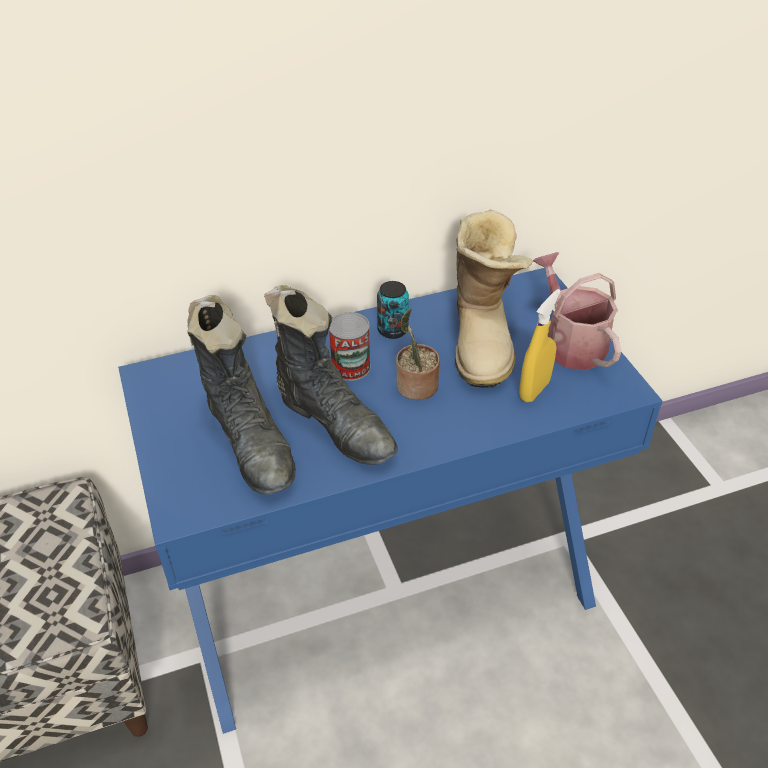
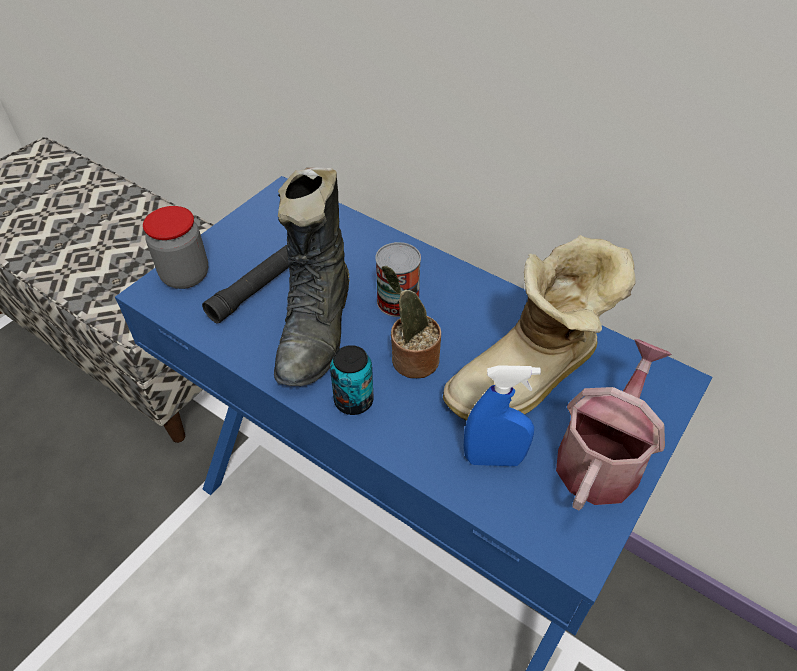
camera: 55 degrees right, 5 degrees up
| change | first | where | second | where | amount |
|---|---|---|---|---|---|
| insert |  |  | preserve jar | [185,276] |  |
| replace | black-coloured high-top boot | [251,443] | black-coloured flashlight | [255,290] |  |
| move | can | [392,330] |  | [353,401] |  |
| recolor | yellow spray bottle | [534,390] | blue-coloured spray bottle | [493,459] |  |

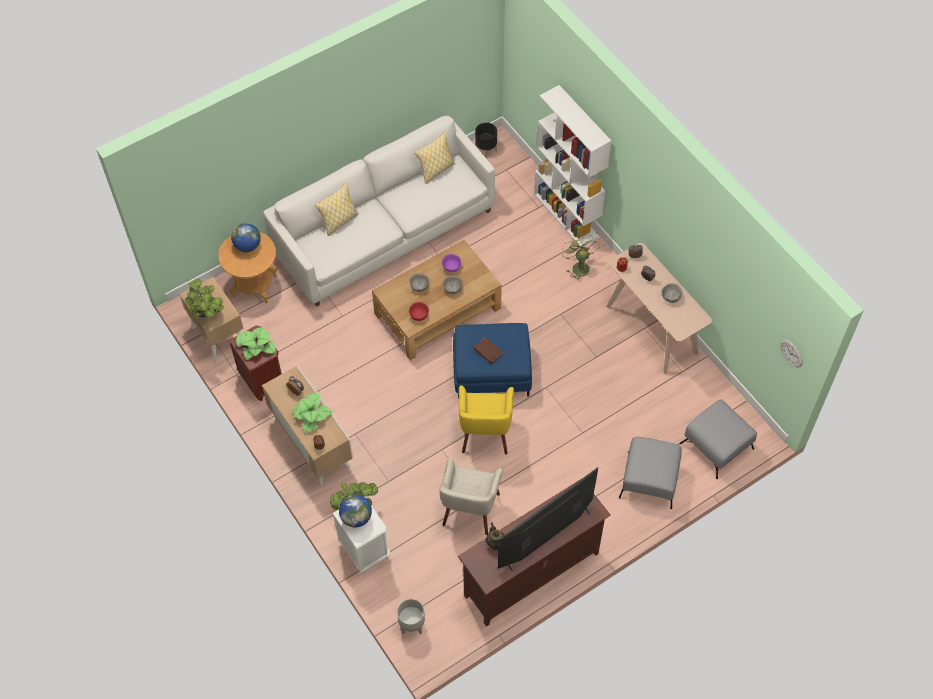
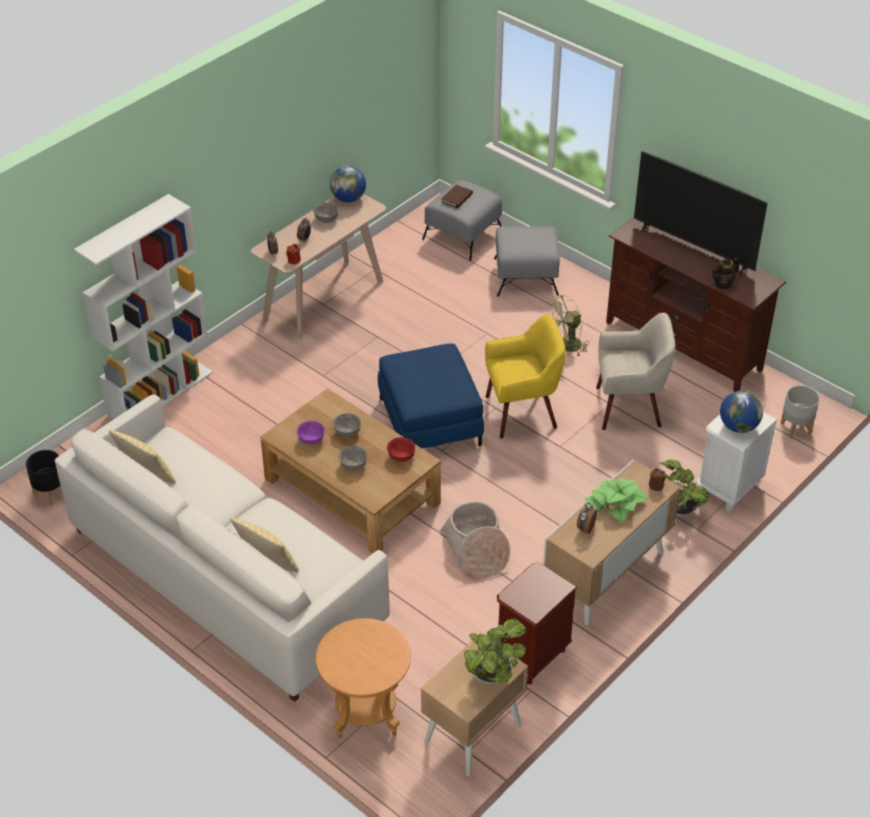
camera: 105 degrees left, 15 degrees down
| change | first | where | second | where | amount |
|---|---|---|---|---|---|
| move | desk globe | [248,246] |  | [348,198] |  |
| insert |  |  | household basket | [476,549] |  |
| move | brownish bound book | [488,351] |  | [457,198] |  |
| move | greenish electric fan | [578,266] |  | [566,347] |  |
| delete | potted plant | [256,345] |  |  |  |
| delete | hanging clock | [791,353] |  |  |  |

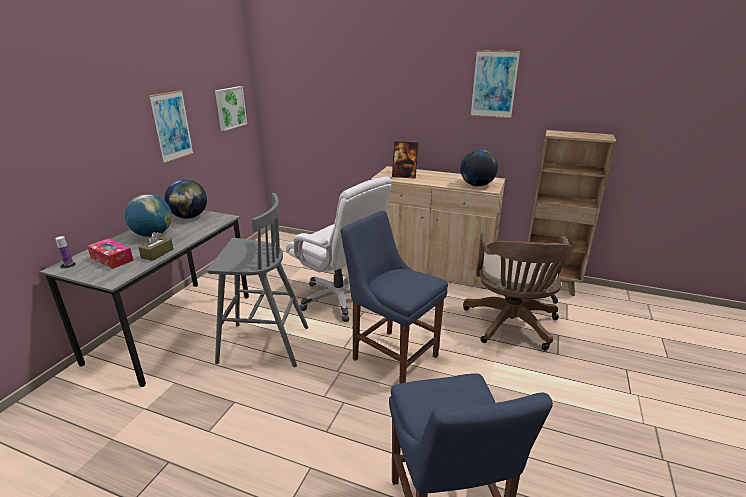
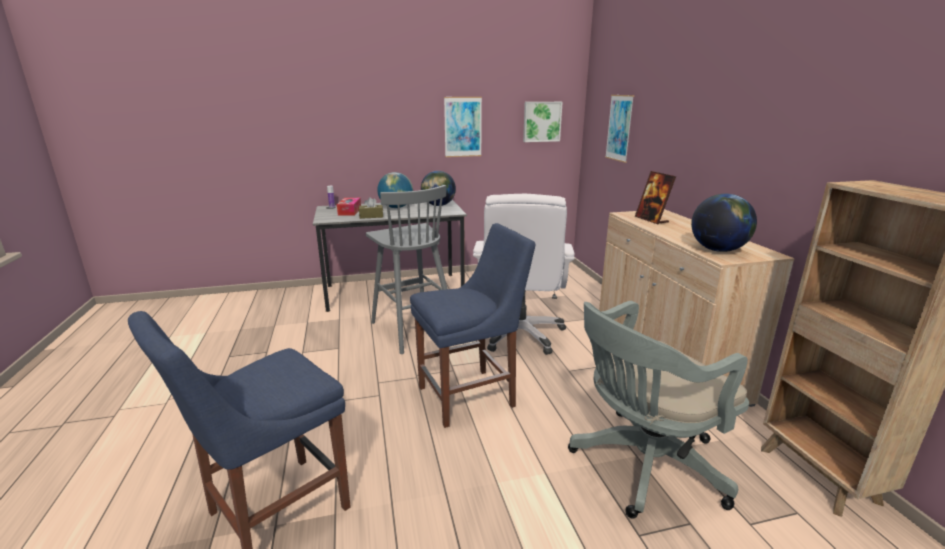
camera: 55 degrees right, 5 degrees down
| change | first | where | second | where | amount |
|---|---|---|---|---|---|
| rotate | blue-coloured upright chair | [392,355] |  | [471,395] | 60 degrees clockwise |
| recolor | brownish desk chair | [511,326] | gray desk chair | [642,466] |  |
| move | wall picture | [494,84] |  | [619,128] |  |

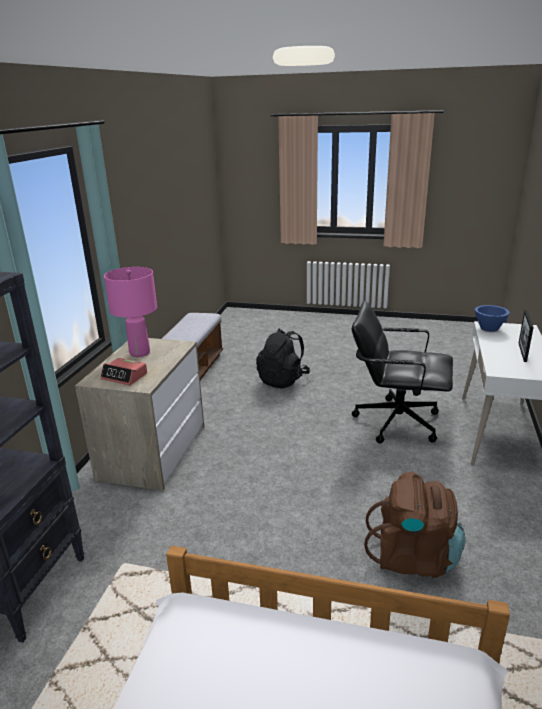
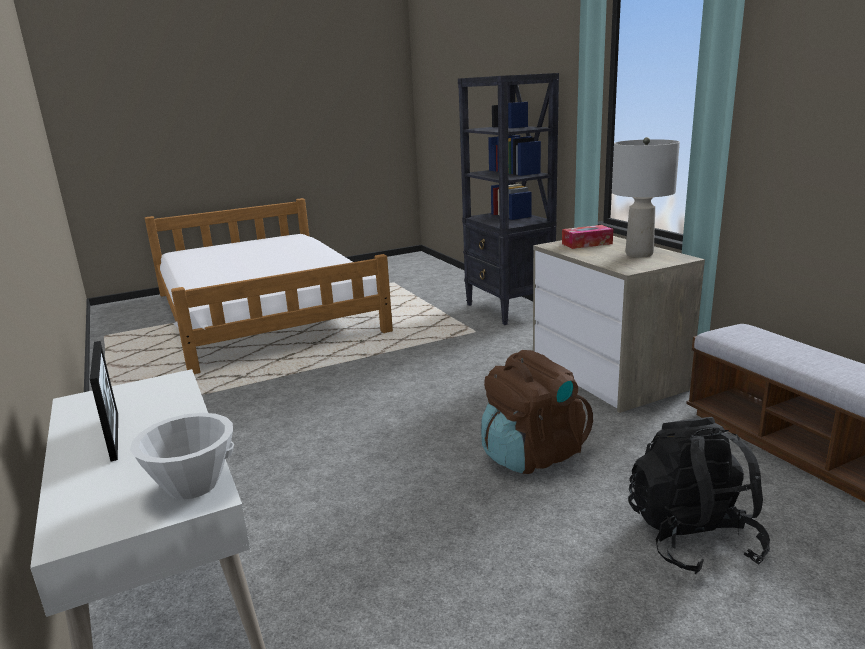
camera: 140 degrees right, 5 degrees down
| change | first | where | second | where | amount |
|---|---|---|---|---|---|
| recolor | blue-coloured serving bowl | [489,328] | white serving bowl | [193,484] |  |
| move | brownish backpack | [413,557] |  | [531,454] |  |
| replace | bedside clock | [124,376] | tissue box | [587,244] |  |
| recolor | pink-coloured lamp for a table | [139,353] | gray lamp for a table | [639,254] |  |
| delete | black-coloured desk chair | [396,421] |  |  |  |

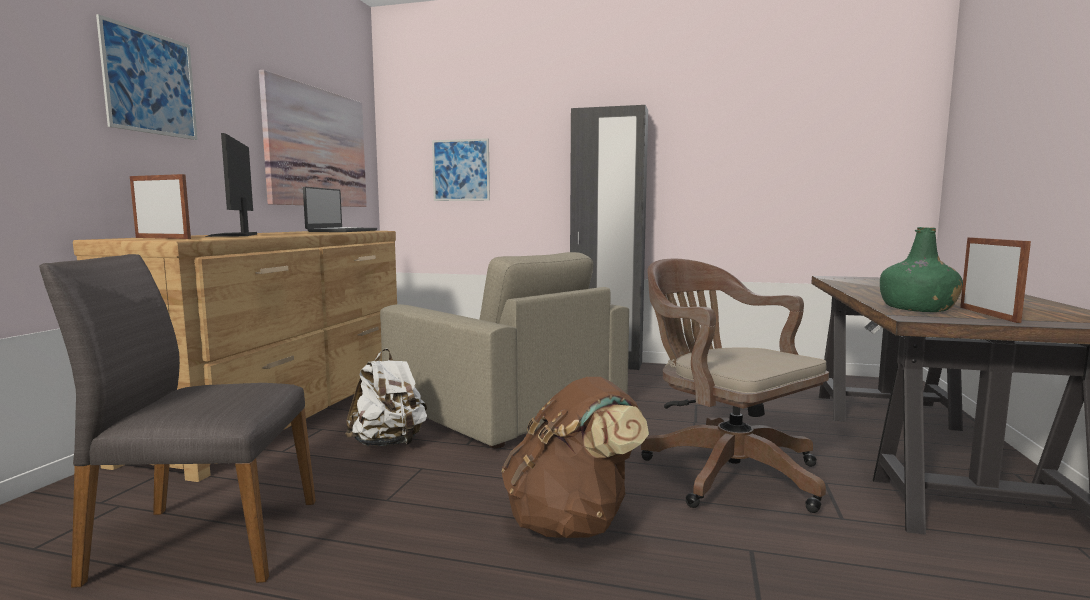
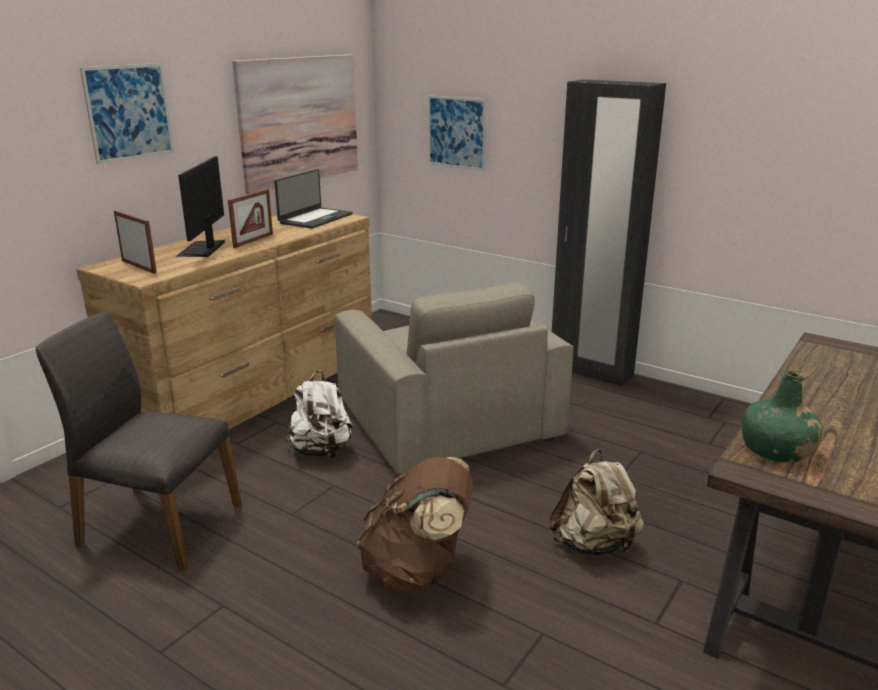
camera: 20 degrees right, 15 degrees up
| change | first | where | second | where | amount |
|---|---|---|---|---|---|
| move | picture frame | [988,314] |  | [253,241] |  |
| replace | brownish desk chair | [724,470] | beige-coloured backpack | [594,544] |  |

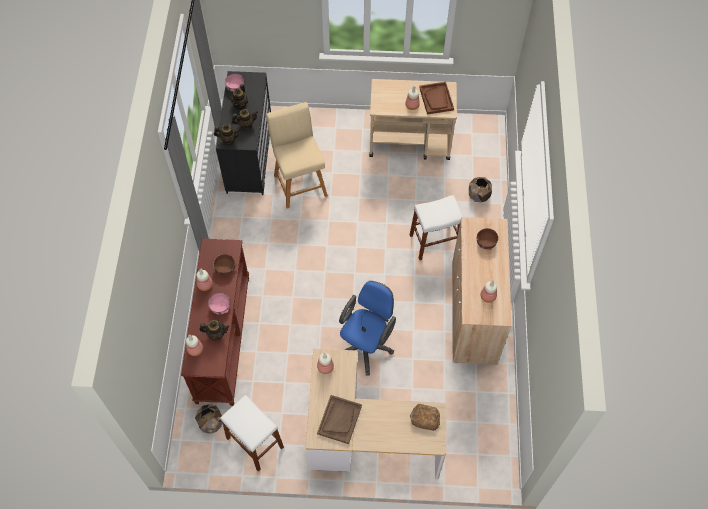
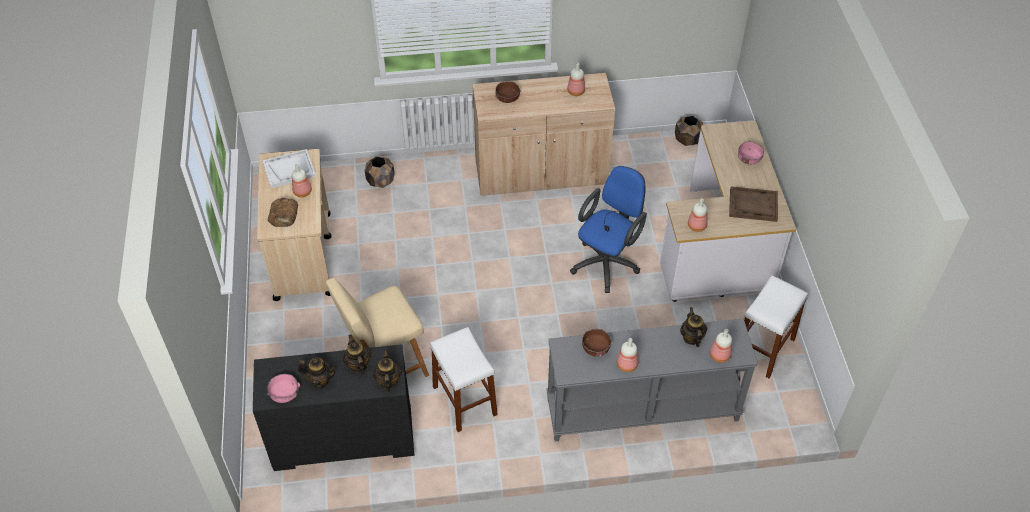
camera: 100 degrees left, 10 degrees down
| change | first | where | second | where | amount |
|---|---|---|---|---|---|
| recolor | brownish serving tray | [436,99] | white serving tray | [289,169] |  |
| move | baked bread | [424,418] |  | [284,215] |  |
| move | white stool seat | [434,242] |  | [464,400] |  |
| recolor | brownish console table | [222,338] | gray console table | [642,411] |  |
| rotate | blue-coloured desk chair | [366,344] |  | [607,262] | 105 degrees clockwise |
| move | brownish plant pot | [211,423] |  | [687,140] |  |
| move | pink-coloured serving bowl | [220,306] |  | [749,158] |  |

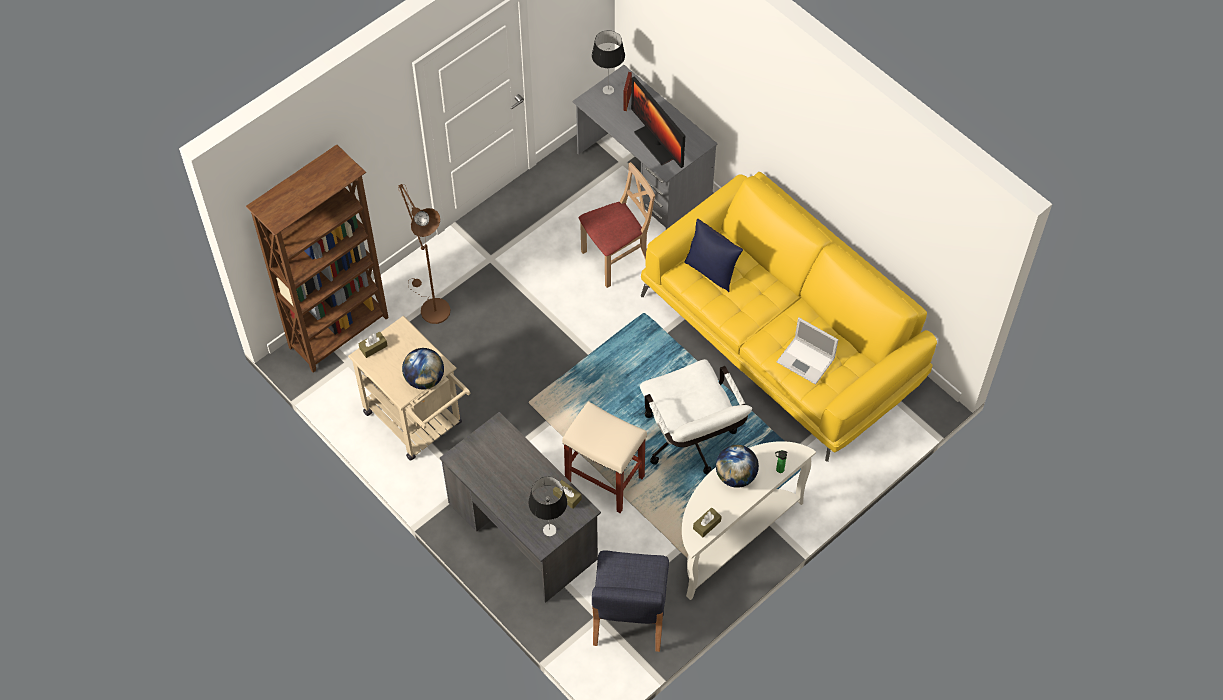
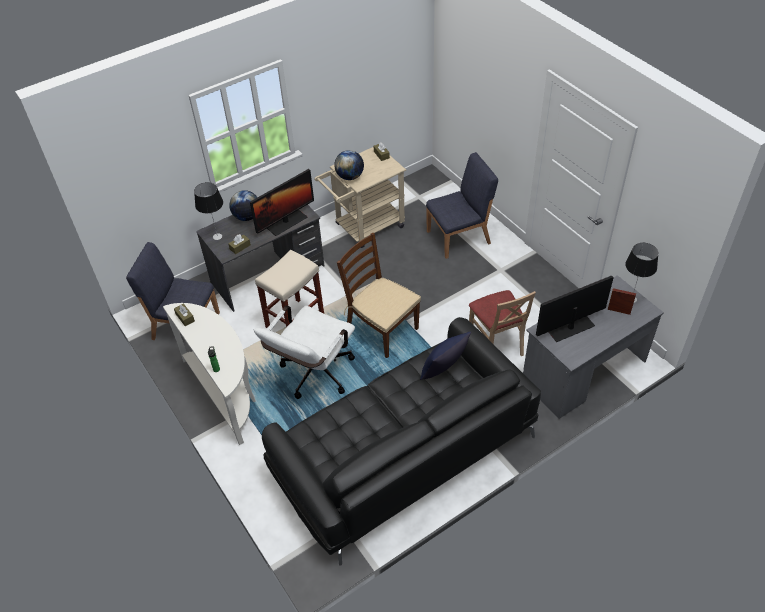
camera: 100 degrees right, 10 degrees down
| change | first | where | second | where | amount |
|---|---|---|---|---|---|
| move | desk globe | [736,476] |  | [247,217] |  |
| insert |  |  | computer display | [286,222] |  |
| rotate | white desk chair | [691,443] |  | [313,376] | 45 degrees counterclockwise |
| recolor | yellow sofa | [782,338] | black-coloured sofa | [402,453] |  |
| insert |  |  | brownish upright chair | [381,330] |  |
| replace | brownish standard lamp | [431,307] | blue-coloured upright chair | [459,237] |  |
| delete | brownish bookcase | [340,332] |  |  |  |
| delete | notebook computer | [806,361] |  |  |  |

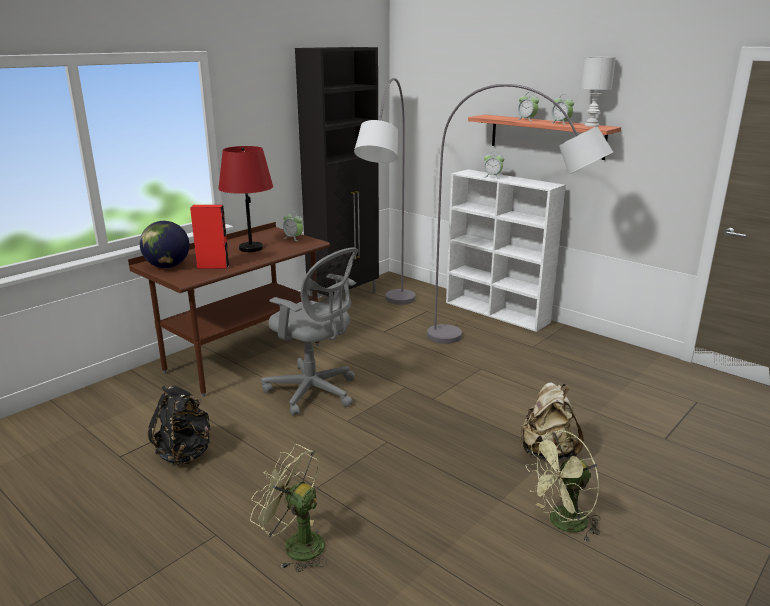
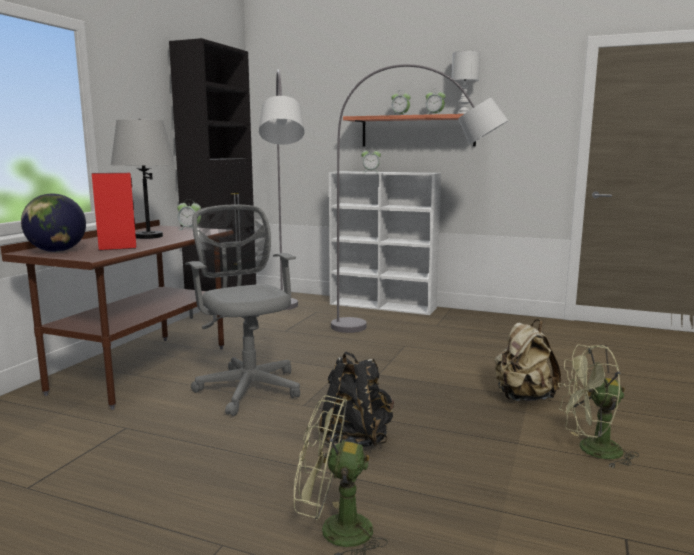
camera: 20 degrees left, 10 degrees down
| change | first | where | second | where | amount |
|---|---|---|---|---|---|
| recolor | red-coloured lamp for a table | [250,248] | gray lamp for a table | [148,236] |  |
| rotate | gray desk chair | [314,392] |  | [248,387] | 135 degrees counterclockwise |
| move | black-coloured backpack | [185,453] |  | [356,438] |  |
| rotate | greenish electric fan | [562,524] |  | [591,450] | 45 degrees clockwise |

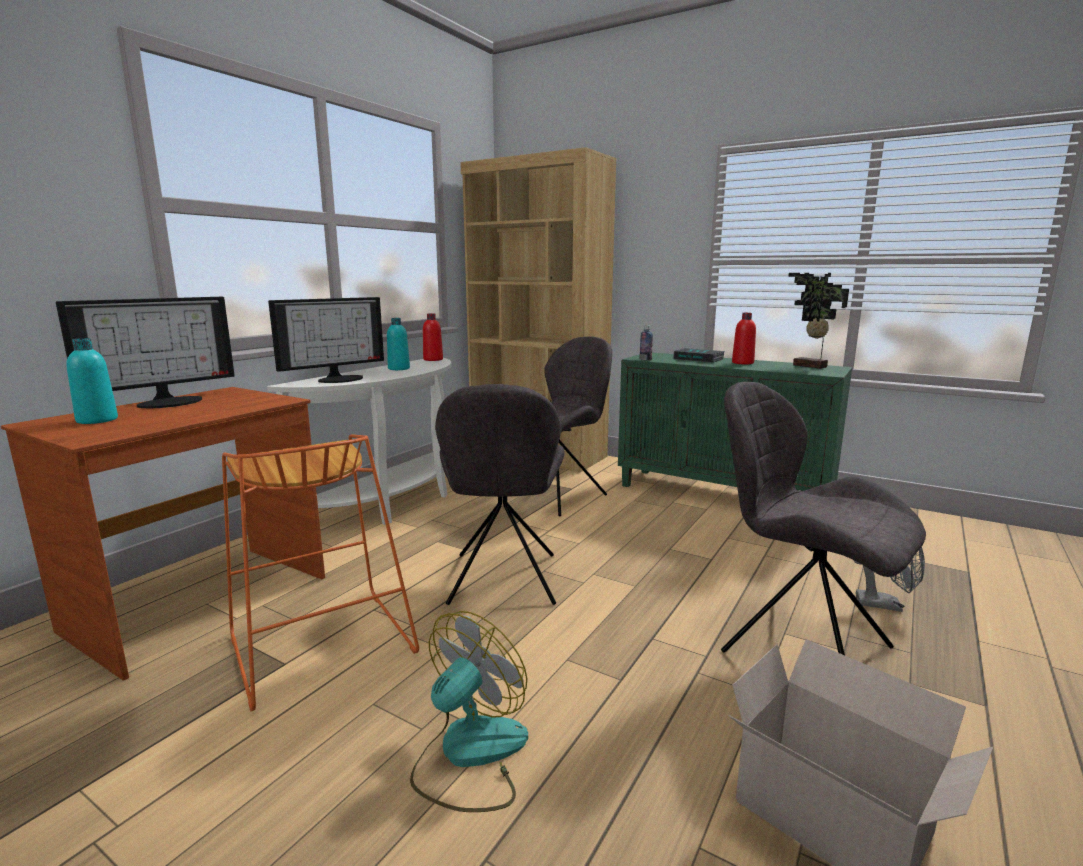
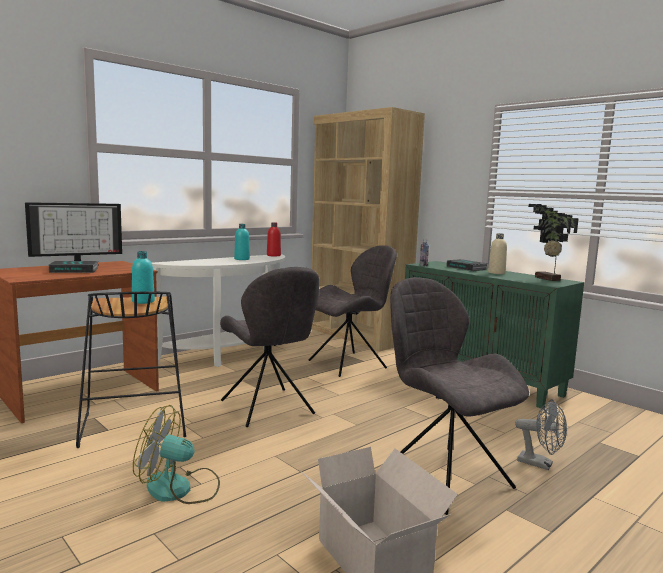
camera: 15 degrees right, 5 degrees down
| change | first | where | second | where | amount |
|---|---|---|---|---|---|
| insert |  |  | bound book | [75,270] |  |
| recolor | orangey stool seat | [319,644] | black-coloured stool seat | [132,424] |  |
| move | turquoise-coloured drink bottle | [97,420] |  | [143,301] |  |
| rotate | electric fan | [469,755] |  | [179,489] | 135 degrees counterclockwise |
| rotate | gray upright chair | [503,581] |  | [268,409] | 45 degrees counterclockwise |
| recolor | red-coloured drink bottle | [742,363] | beige-coloured drink bottle | [496,273] |  |
| delete | computer display | [340,379] |  |  |  |

